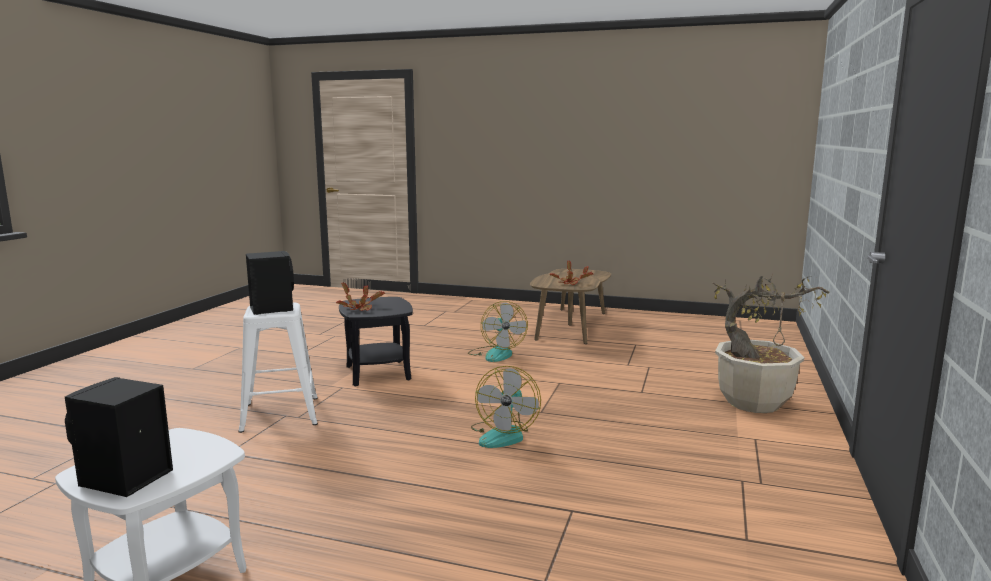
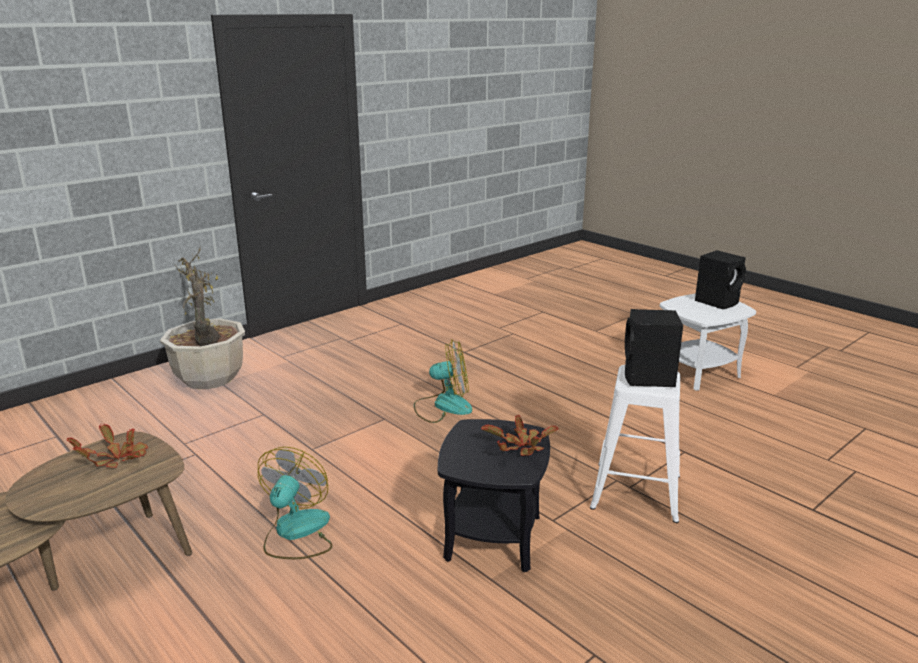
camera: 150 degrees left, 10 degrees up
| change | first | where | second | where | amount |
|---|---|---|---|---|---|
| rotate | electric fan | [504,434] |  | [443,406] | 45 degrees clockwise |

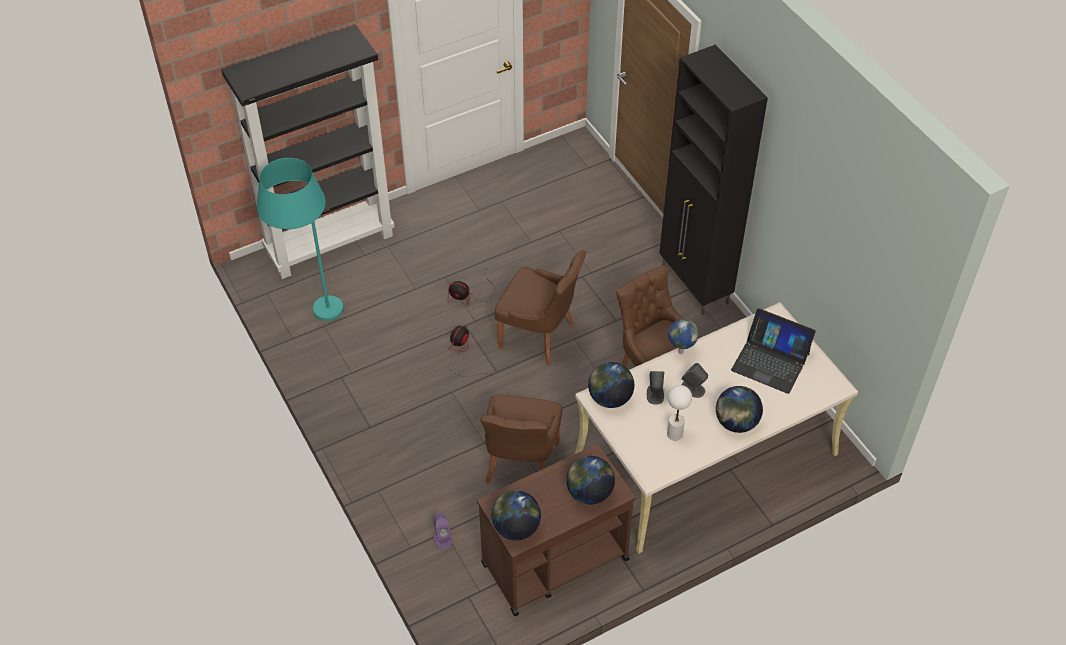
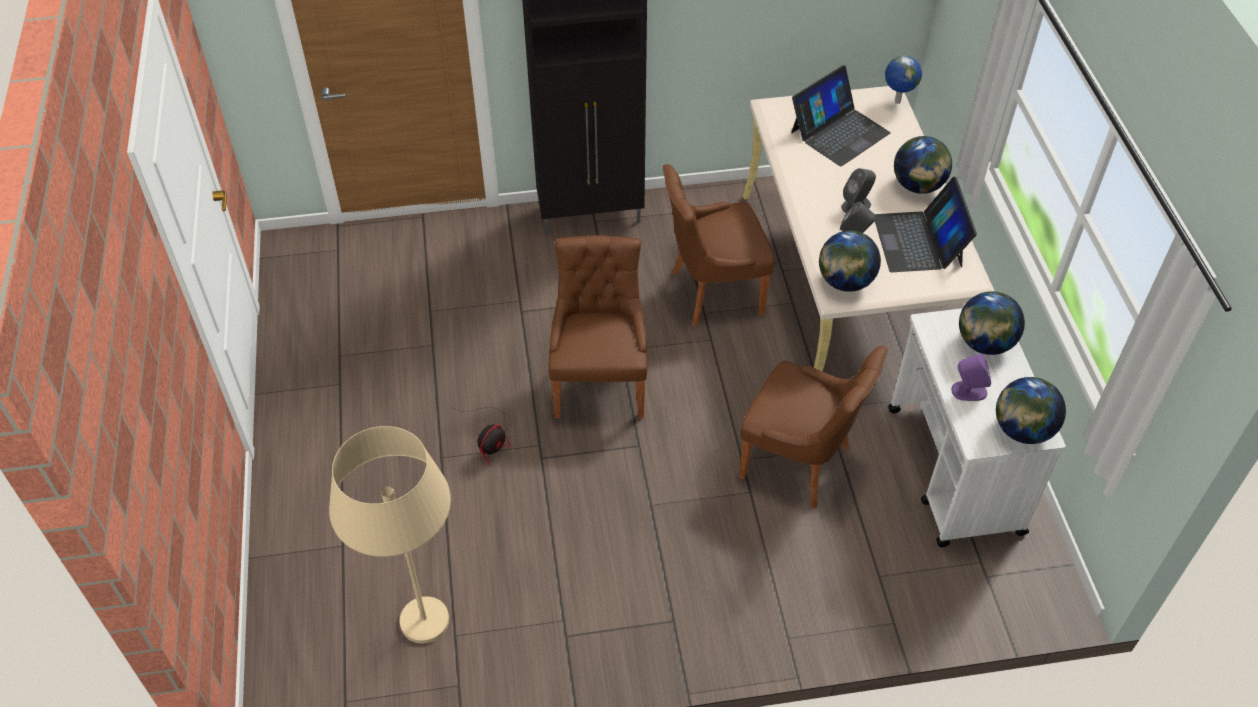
camera: 70 degrees left, 0 degrees up
| change | first | where | second | where | amount |
|---|---|---|---|---|---|
| recolor | turquoise-coloured standard lamp | [312,316] | beige-coloured standard lamp | [427,646] |  |
| rotate | brownish upright chair | [539,336] |  | [600,383] | 45 degrees counterclockwise |
| replace | white lamp for a table | [674,434] | notebook computer | [919,241] |  |
| move | desk globe | [680,351] |  | [897,102] |  |
| recolor | brownish cart | [554,561] | white cart | [954,471] |  |
| move | purple-coloured speaker | [442,538] |  | [968,391] |  |
| delete | black-coloured bookcase | [330,243] |  |  |  |
| delete | electric fan | [462,354] |  |  |  |

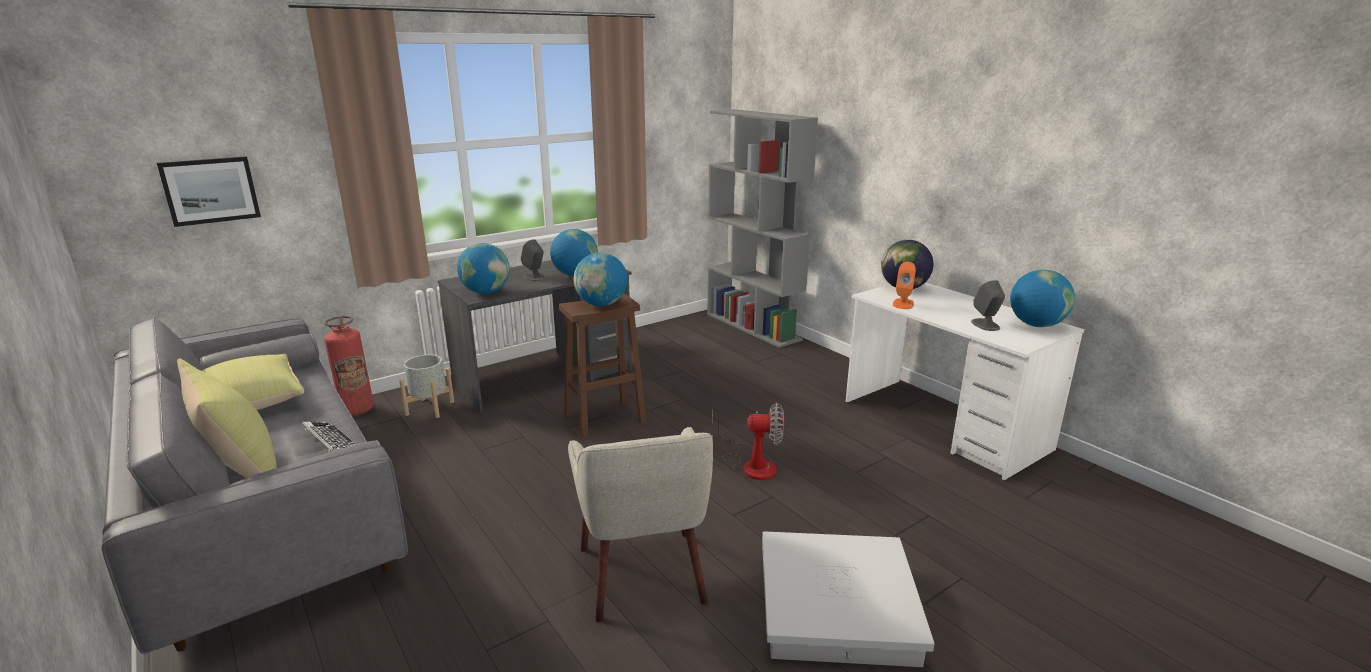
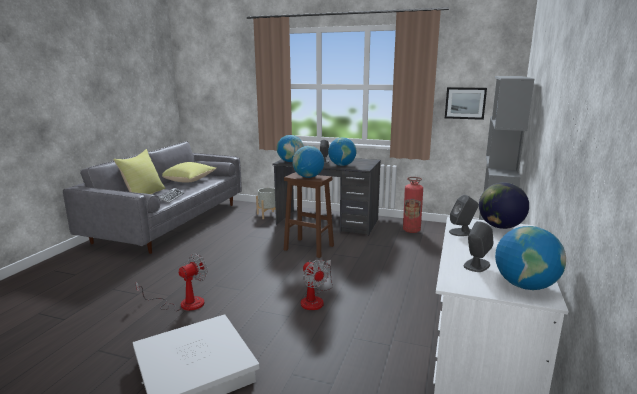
camera: 55 degrees right, 5 degrees down
| change | first | where | second | where | amount |
|---|---|---|---|---|---|
| replace | beige-coloured armchair | [643,575] | electric fan | [183,303] |  |
| move | fire extinguisher | [357,410] |  | [411,230] |  |
| move | wall picture | [210,190] |  | [465,103] |  |
| recolor | orangey speaker | [903,304] | gray speaker | [462,232] |  |

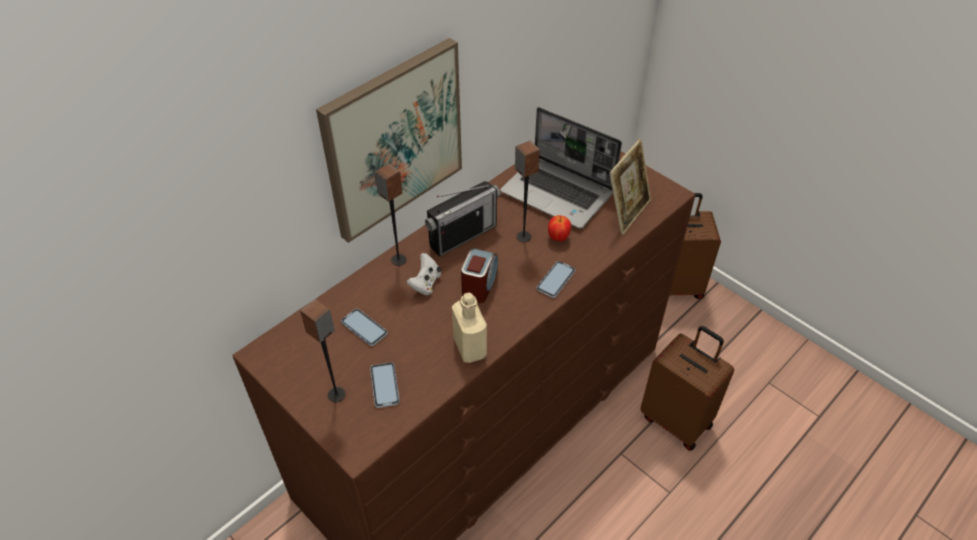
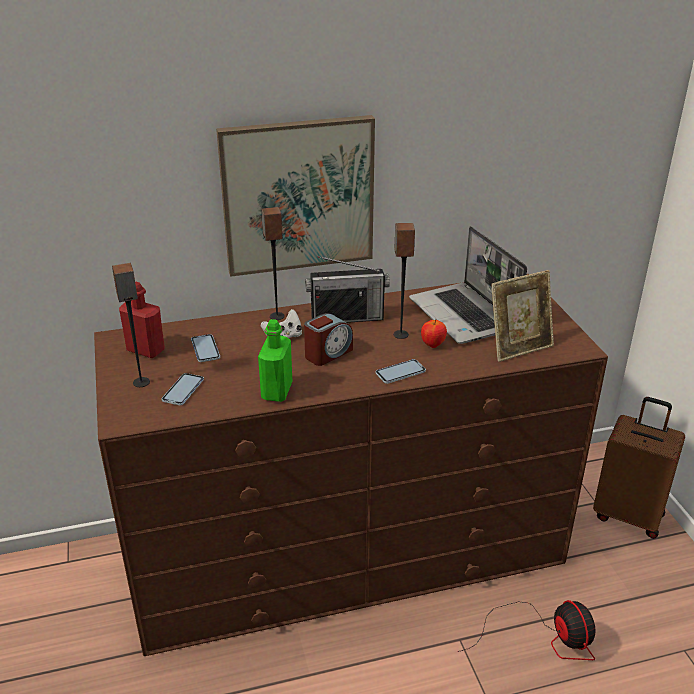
camera: 30 degrees right, 15 degrees down
| change | first | where | second | where | amount |
|---|---|---|---|---|---|
| insert |  |  | red-coloured drink bottle | [146,350] |  |
| recolor | beige-coloured drink bottle | [470,347] | greenish drink bottle | [277,391] |  |
| replace | brownish piece of luggage | [677,420] | electric fan | [545,637] |  |

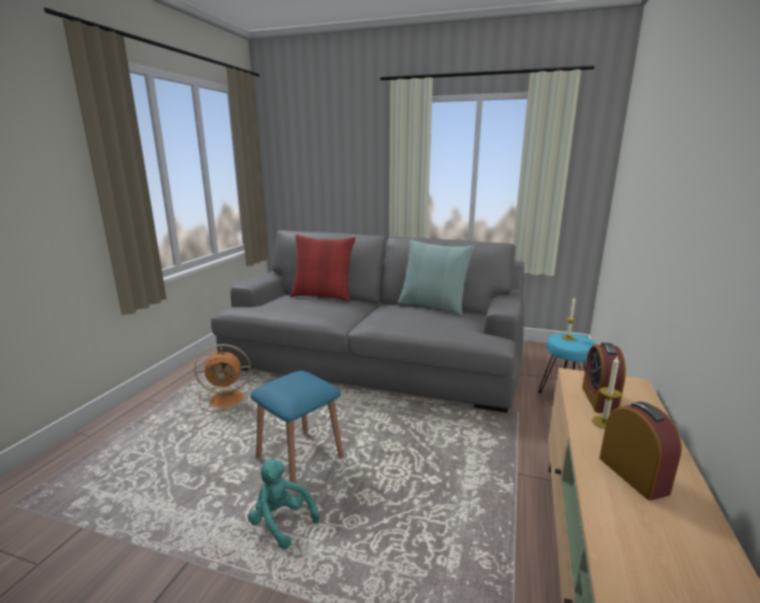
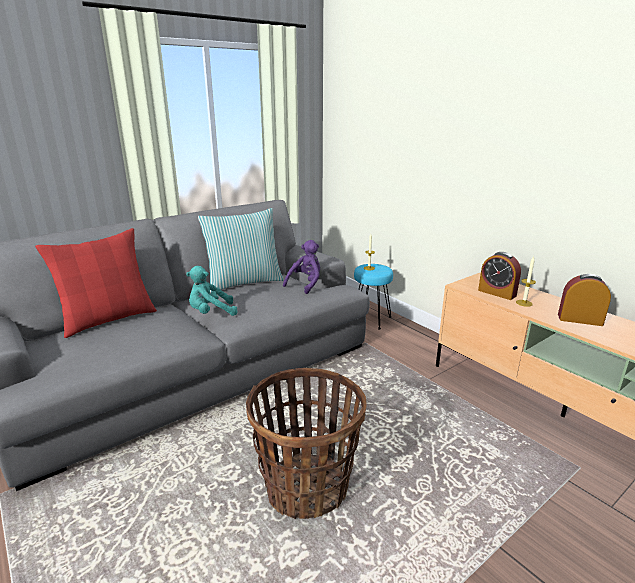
camera: 55 degrees left, 5 degrees up
| change | first | where | second | where | amount |
|---|---|---|---|---|---|
| move | turquoise-coloured soft toy | [281,522] |  | [211,313] |  |
| replace | blue-coloured stool seat | [300,457] | household basket | [307,486] |  |
| insert |  |  | purple-coloured soft toy | [305,284] |  |
| delete | orangey electric fan | [228,399] |  |  |  |

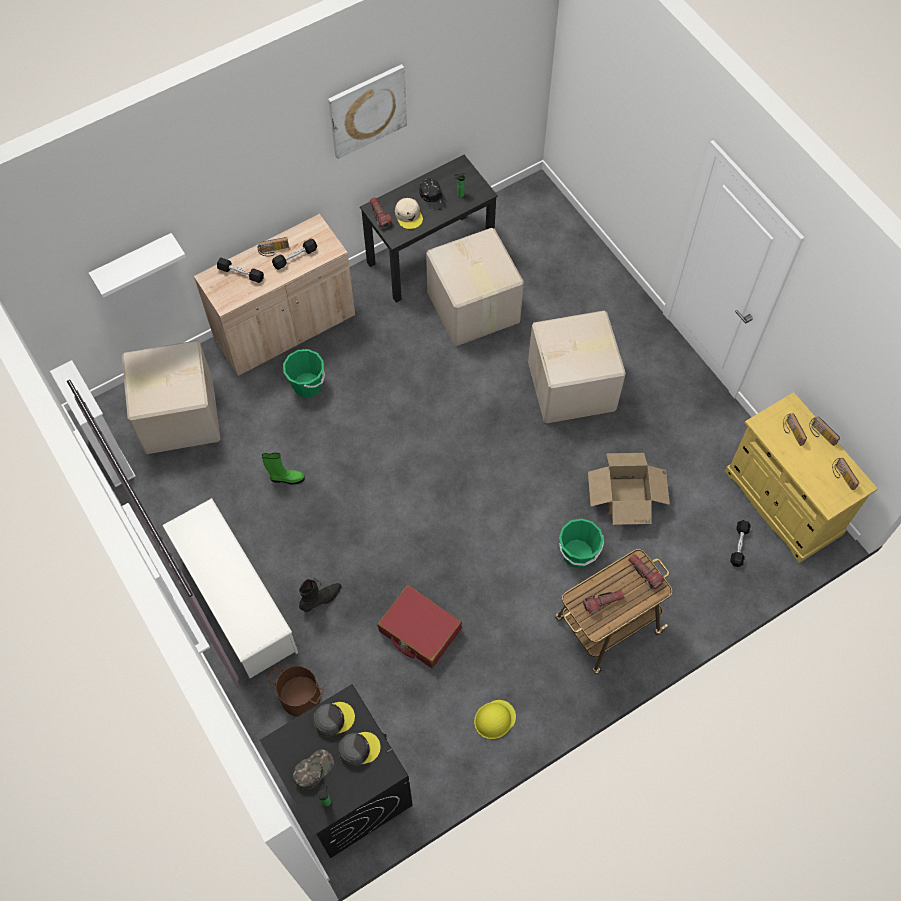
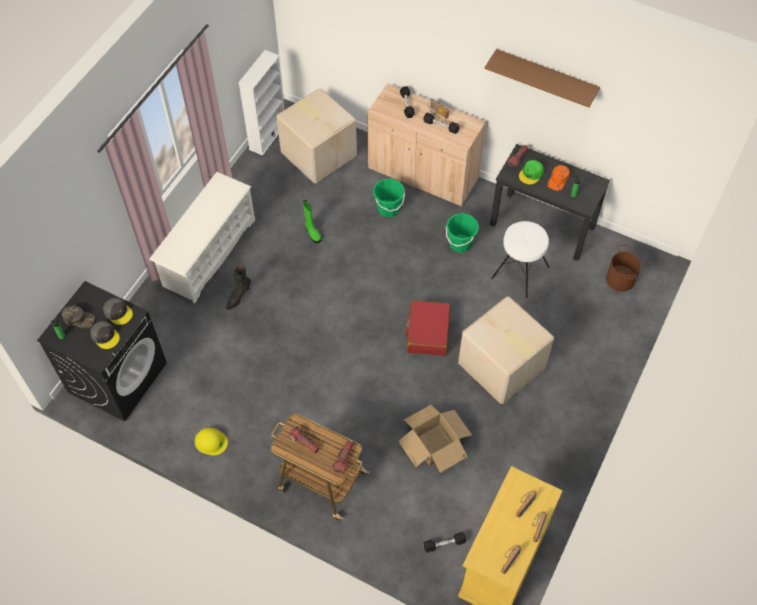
camera: 60 degrees right, 5 degrees down
| change | first | where | second | where | amount |
|---|---|---|---|---|---|
| rotate | black-coloured high-top boot | [321,600] |  | [238,297] | 105 degrees clockwise |
| move | red-coloured piece of luggage | [419,630] |  | [427,332] |  |
| move | greenish water bucket | [577,554] |  | [460,243] |  |
| replace | wall picture | [367,110] | brownish shelf | [545,77] |  |
| replace | cardboard box | [472,308] | white stool seat | [519,272] |  |
| recolor | beige-coloured peaked cap | [409,215] | greenish peaked cap | [531,174] |  |
| recolor | black-coloured peaked cap | [433,197] | orangey peaked cap | [558,180] |  |
| move | brownish water bucket | [300,696] |  | [620,279] |  |
| delete | white shelf | [133,262] |  |  |  |

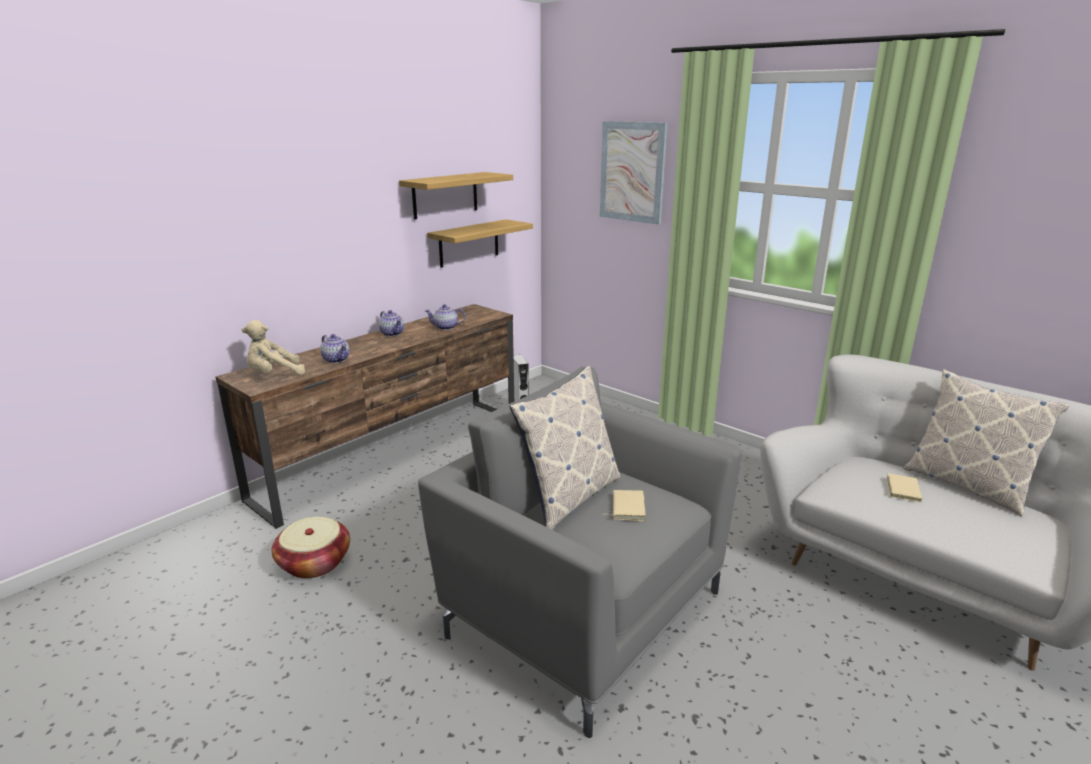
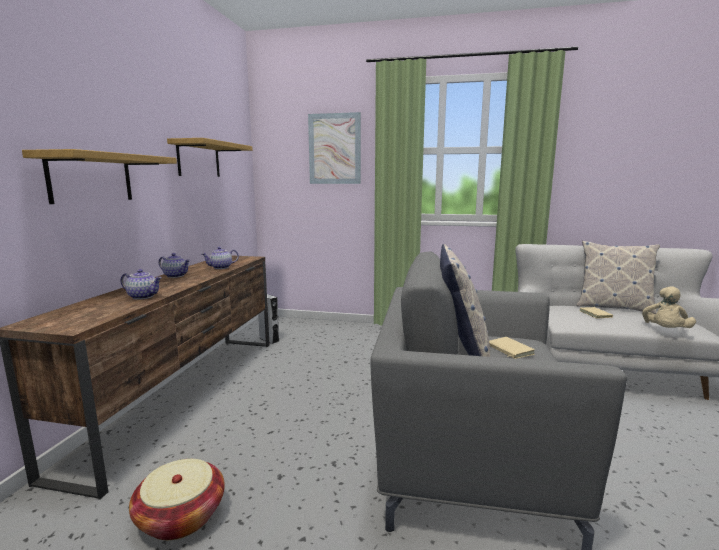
camera: 30 degrees left, 10 degrees down
| change | first | where | second | where | amount |
|---|---|---|---|---|---|
| move | shelf | [469,243] |  | [91,178] |  |
| move | beige-coloured soft toy | [274,374] |  | [665,331] |  |

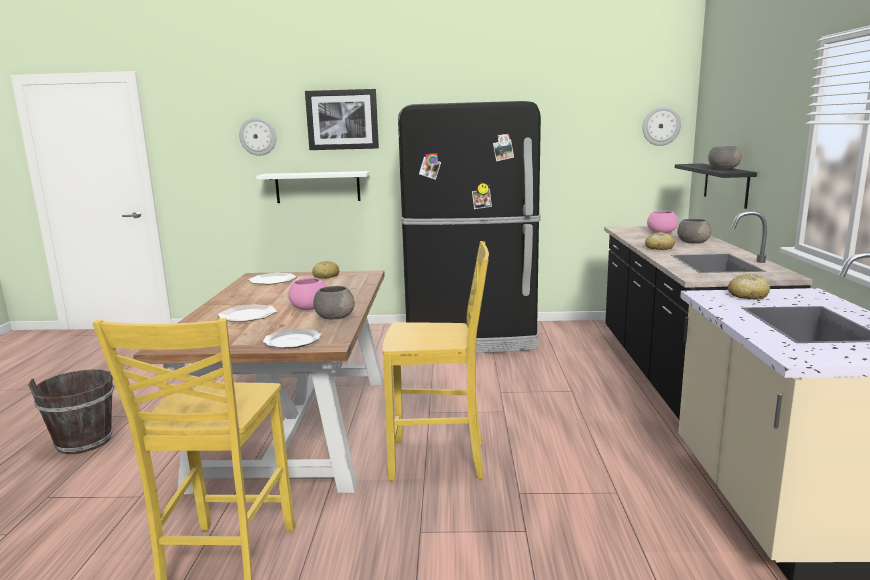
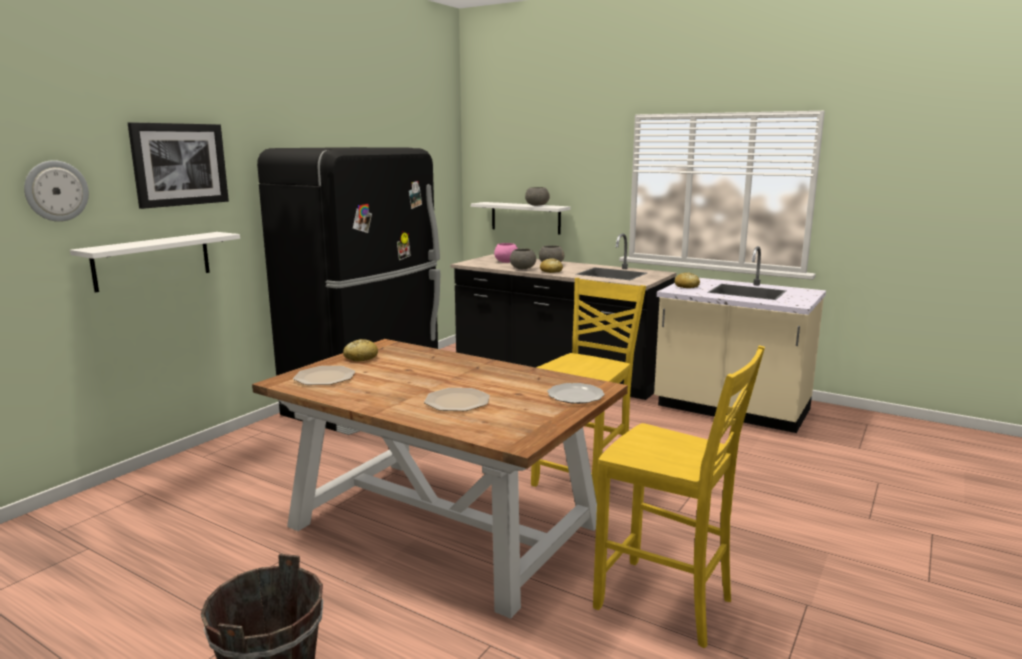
camera: 60 degrees left, 0 degrees up
| change | first | where | second | where | amount |
|---|---|---|---|---|---|
| recolor | black-coloured shelf | [725,184] | white shelf | [525,217] |  |
| move | gray serving bowl | [334,317] |  | [522,268] |  |
| delete | pink-coloured serving bowl | [309,308] |  |  |  |
| delete | hanging clock | [661,126] |  |  |  |

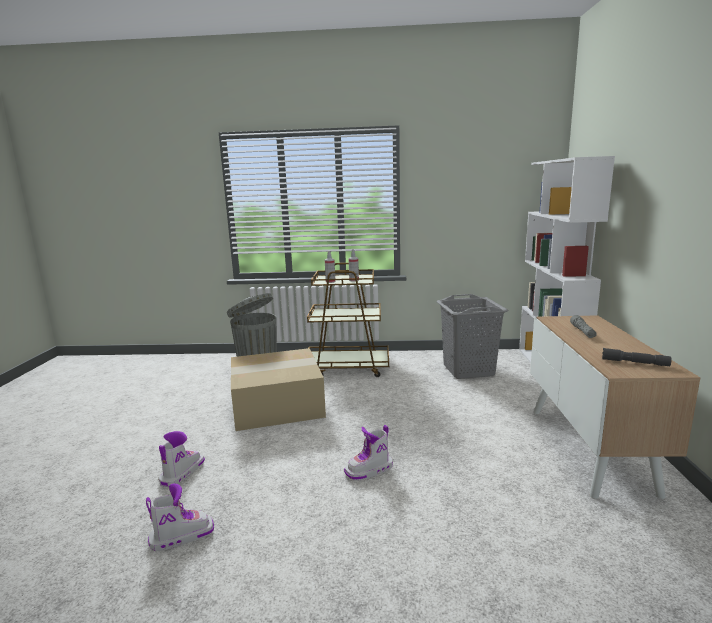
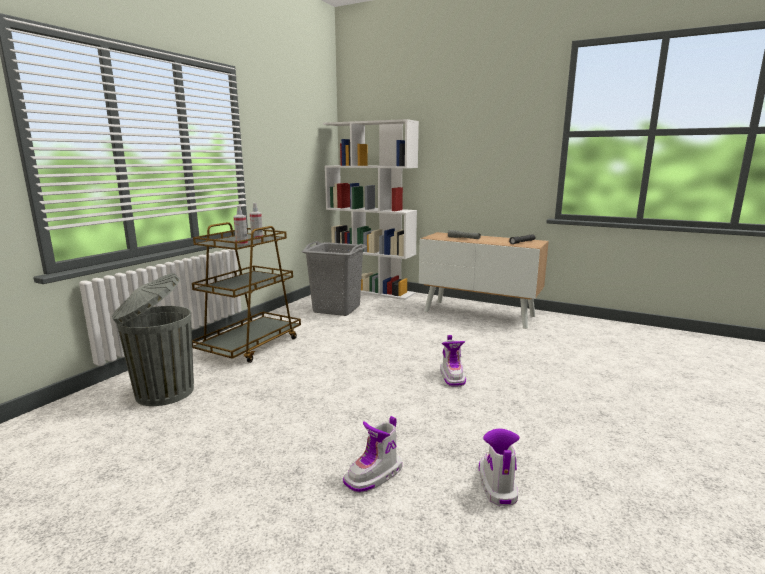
camera: 65 degrees left, 0 degrees up
| change | first | where | second | where | amount |
|---|---|---|---|---|---|
| rotate | high-top boot | [182,473] |  | [374,476] | 90 degrees counterclockwise |
| delete | cardboard box | [278,403] |  |  |  |

